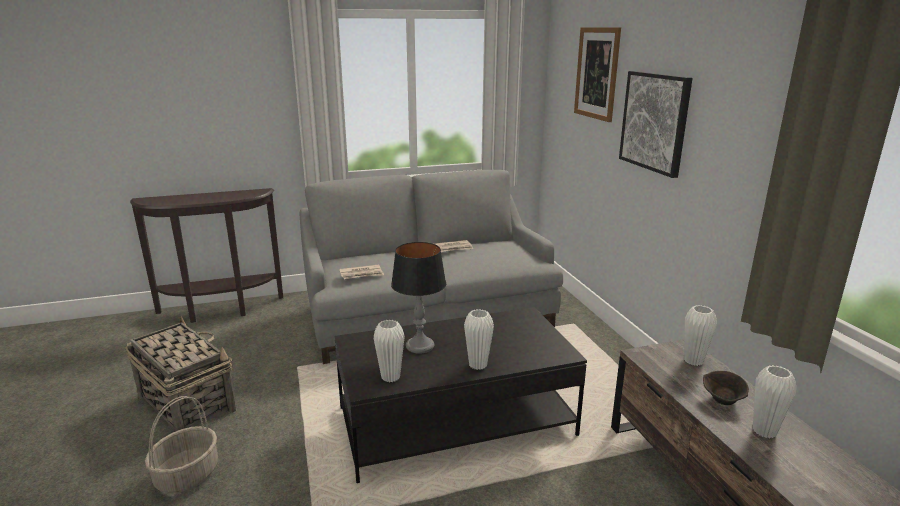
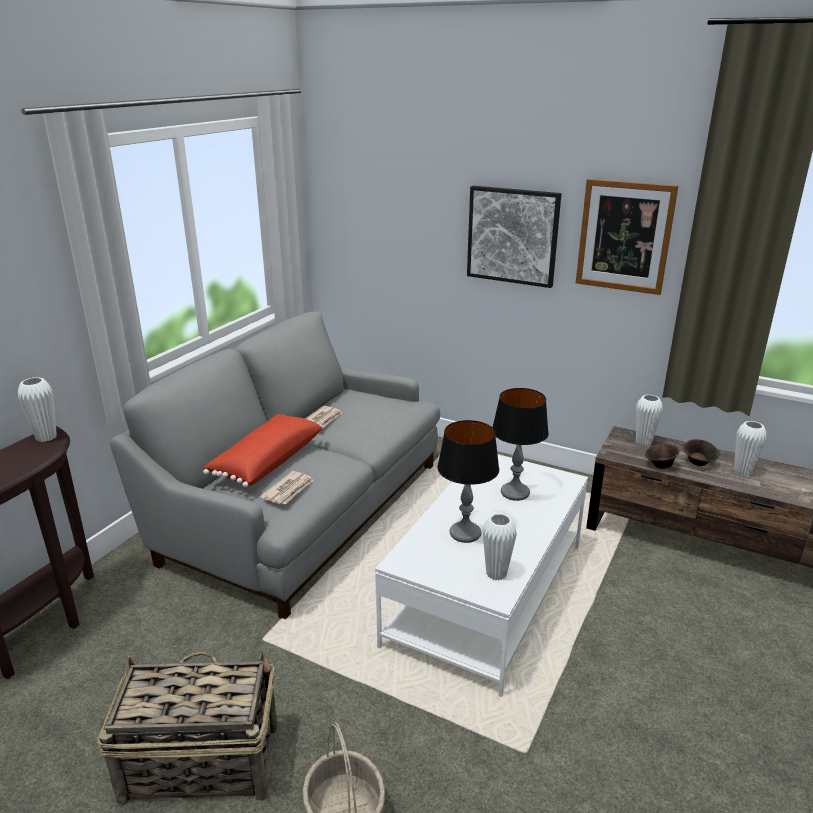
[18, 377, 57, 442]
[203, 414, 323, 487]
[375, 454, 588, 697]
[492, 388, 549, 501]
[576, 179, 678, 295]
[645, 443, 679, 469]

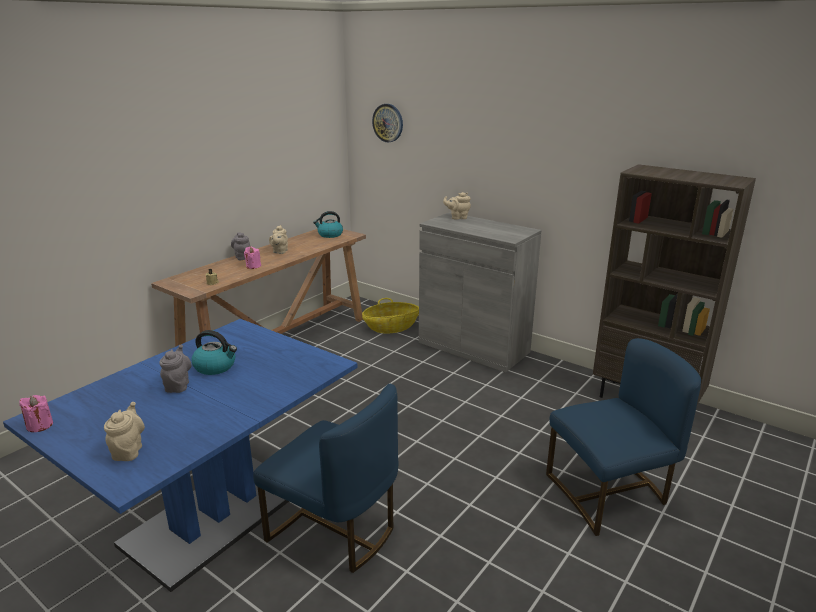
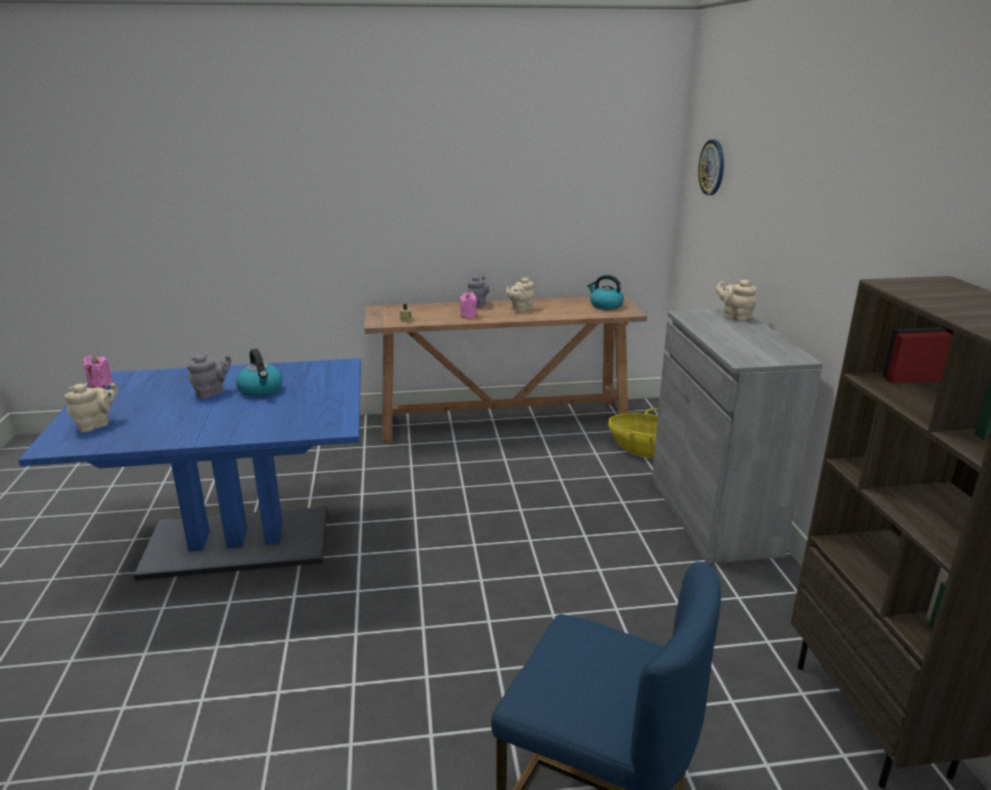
[253, 384, 398, 573] (first image)

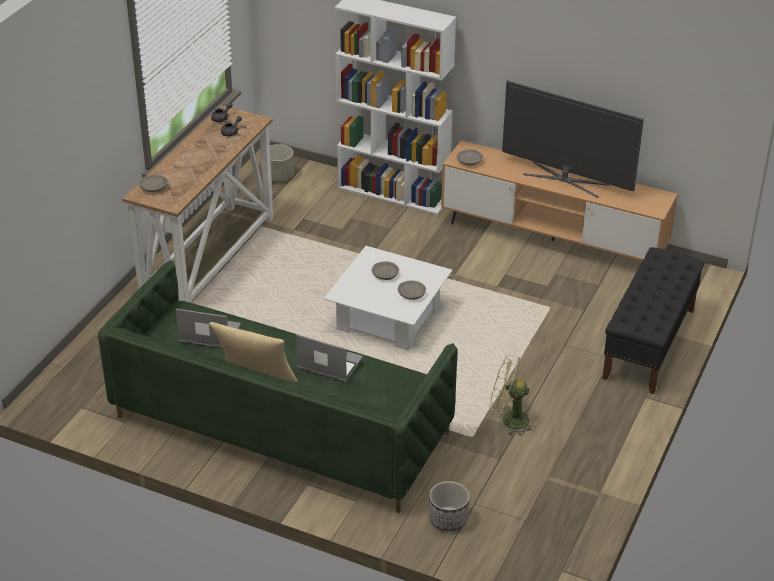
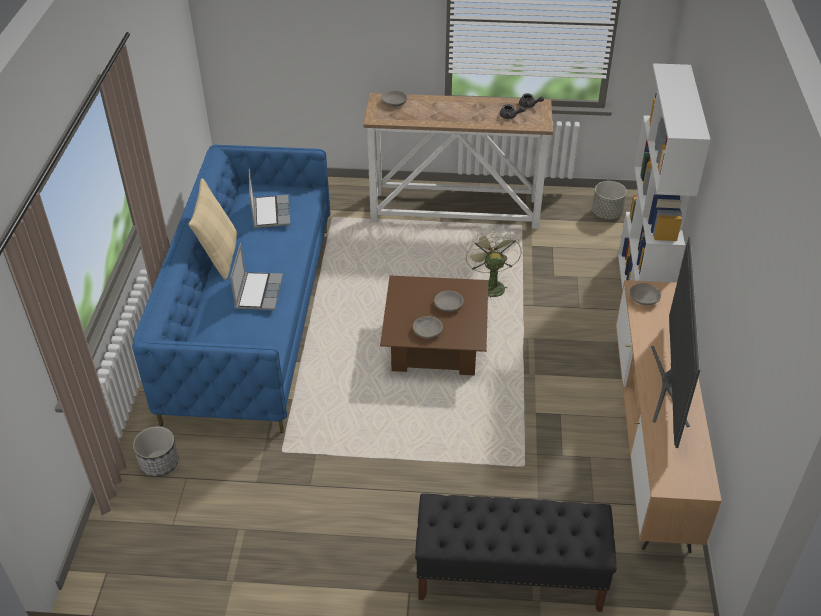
[132, 145, 331, 433]
[380, 275, 488, 375]
[466, 229, 521, 303]

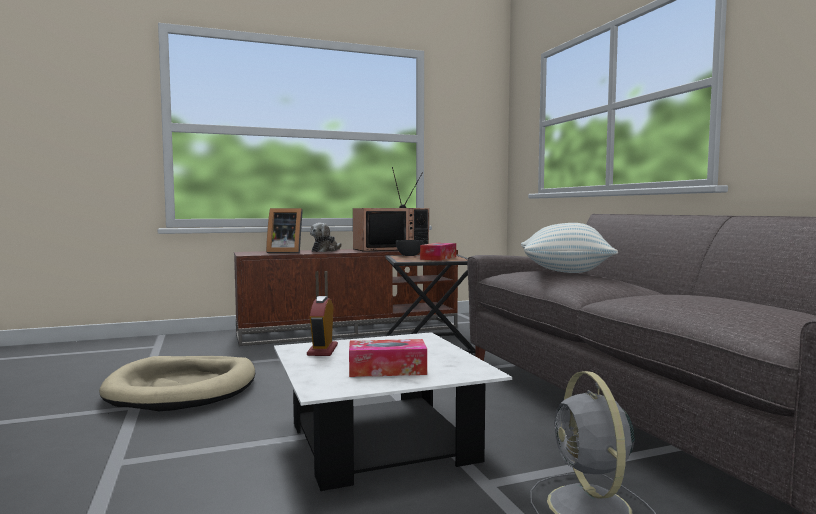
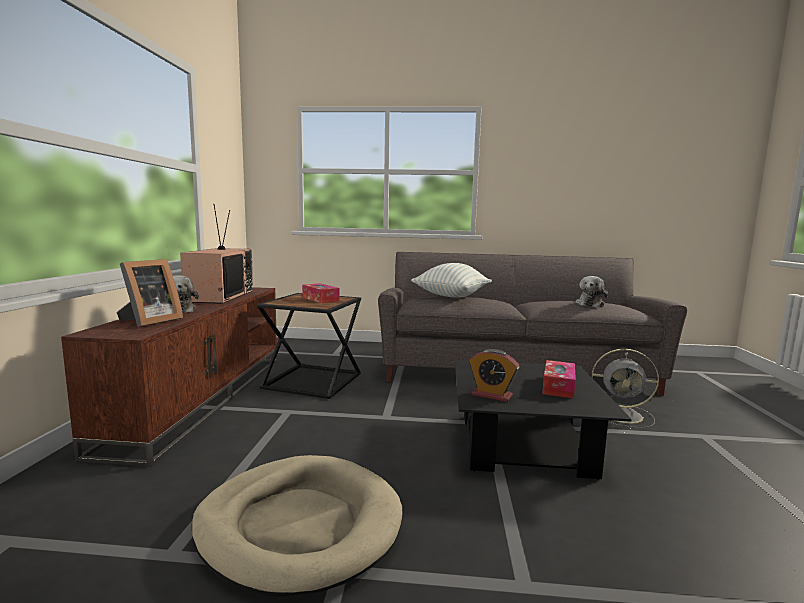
[455, 360, 632, 480]
[575, 276, 608, 307]
[396, 240, 424, 256] (first image)

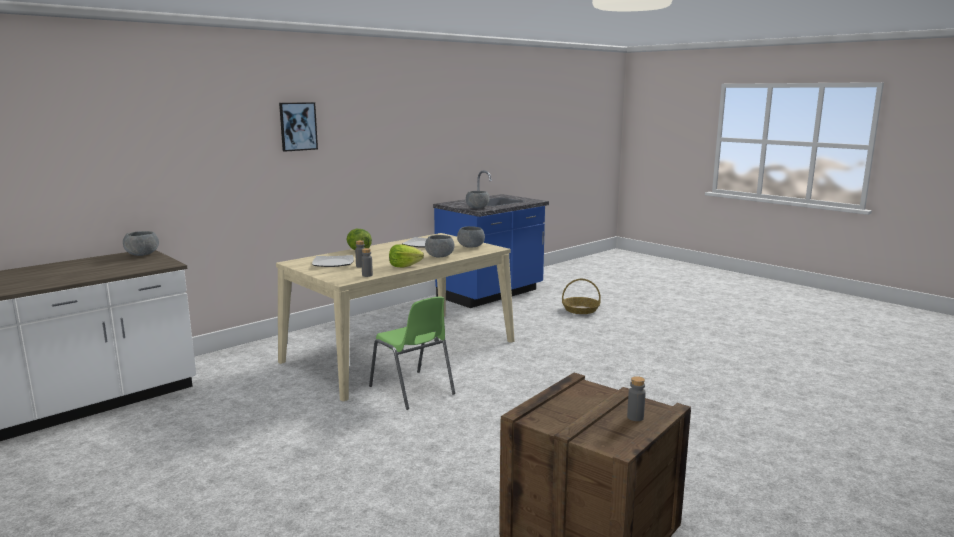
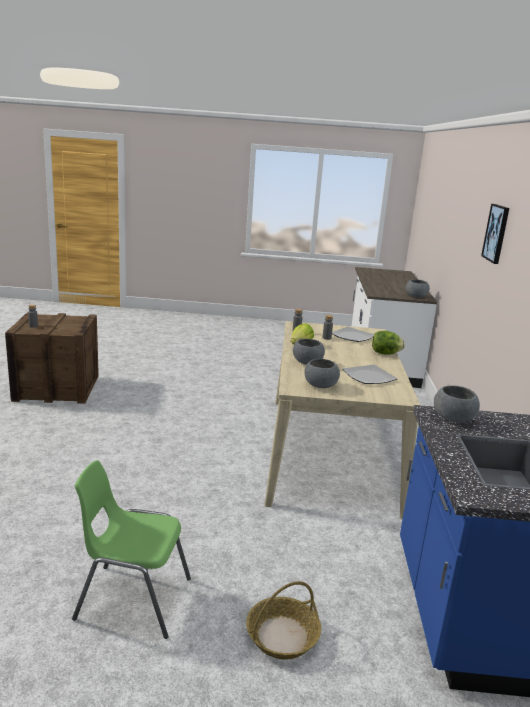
[72, 460, 191, 639]

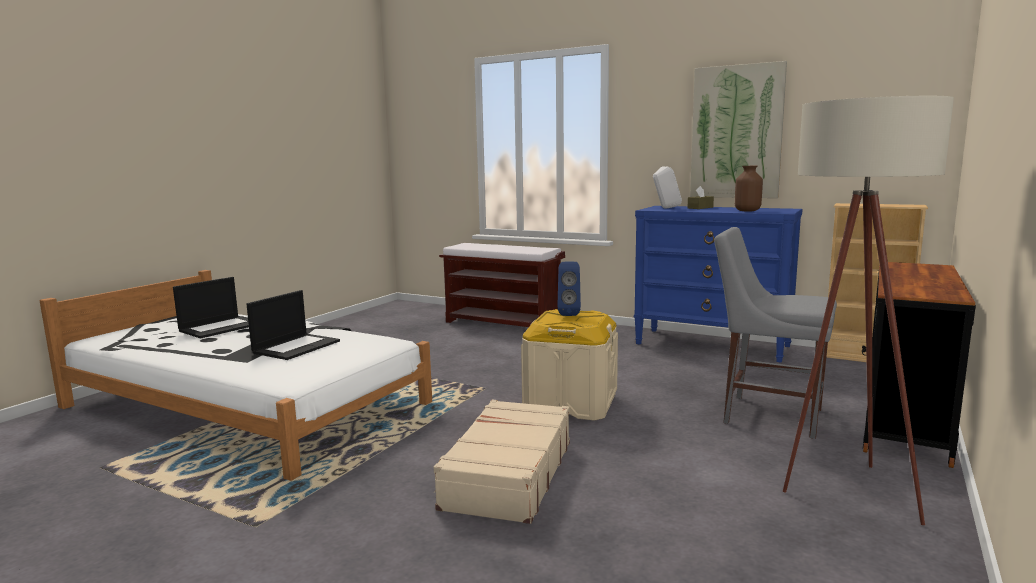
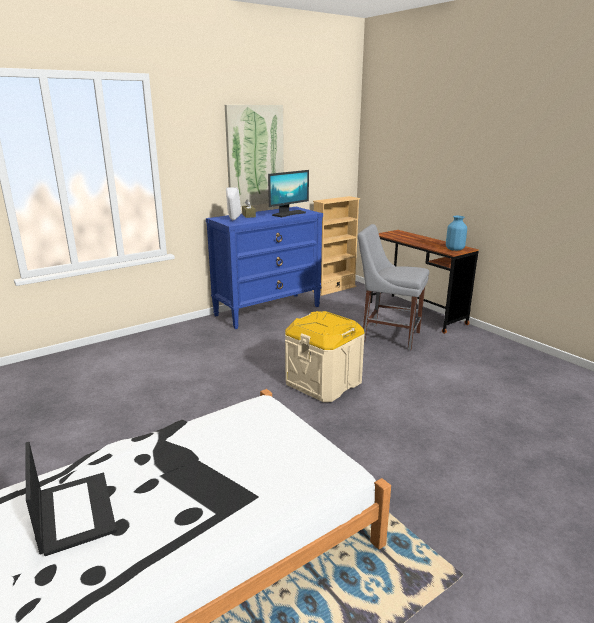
[268, 170, 309, 217]
[357, 224, 429, 351]
[446, 216, 467, 251]
[246, 290, 340, 360] (first image)
[434, 400, 570, 524] (first image)
[439, 243, 565, 327] (first image)
[557, 261, 581, 316] (first image)
[783, 96, 954, 525] (first image)

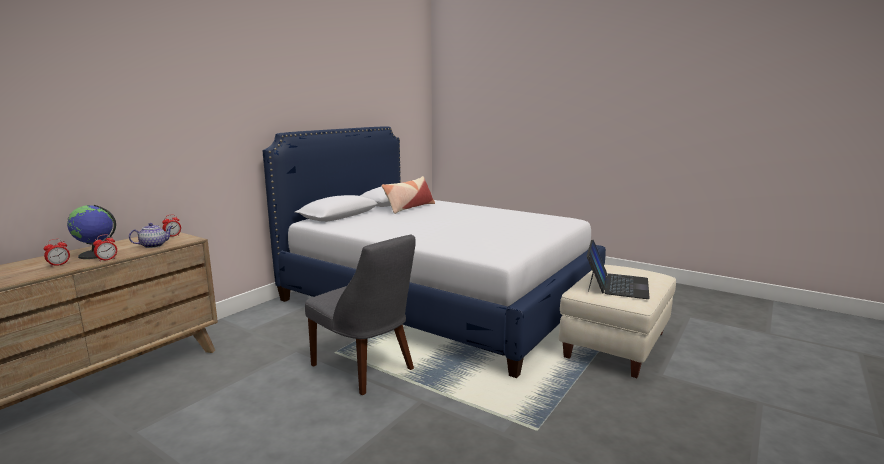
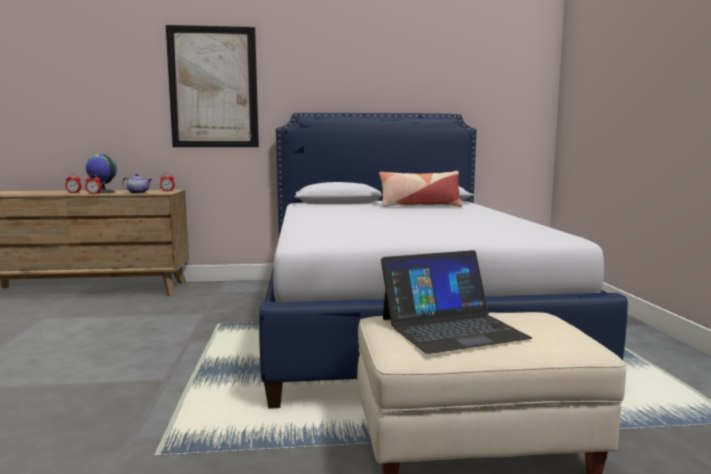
[166, 25, 259, 147]
[305, 235, 416, 395] (first image)

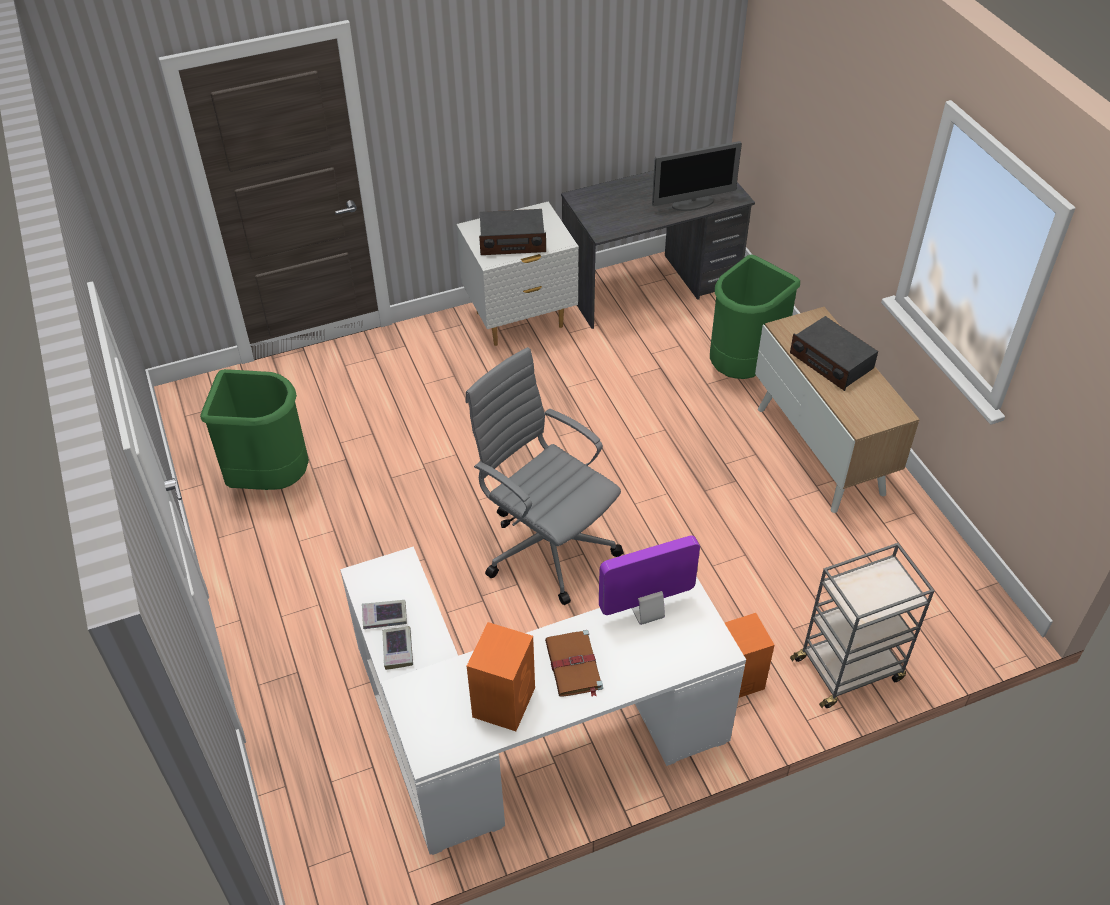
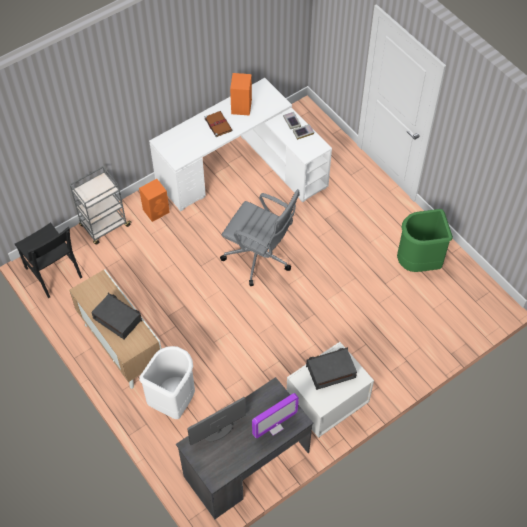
[14, 222, 82, 298]
[139, 346, 195, 419]
[252, 393, 299, 438]

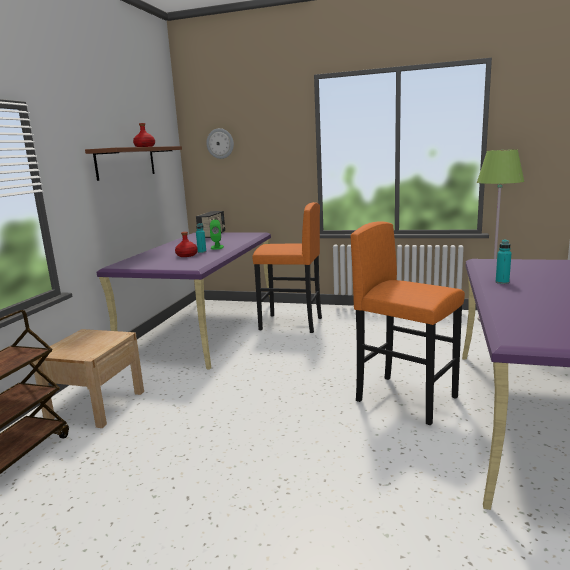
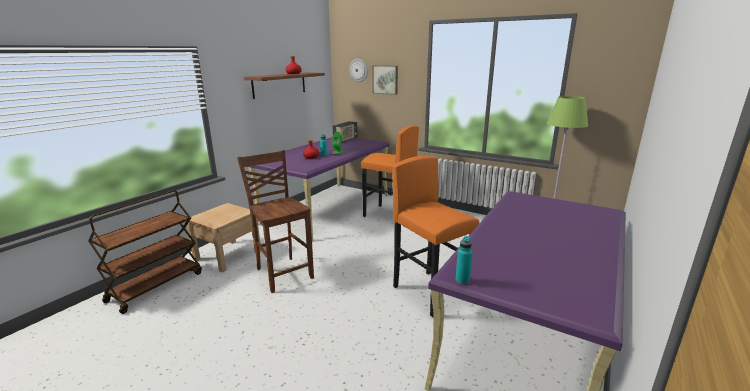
[237, 150, 314, 293]
[372, 65, 398, 95]
[456, 236, 472, 285]

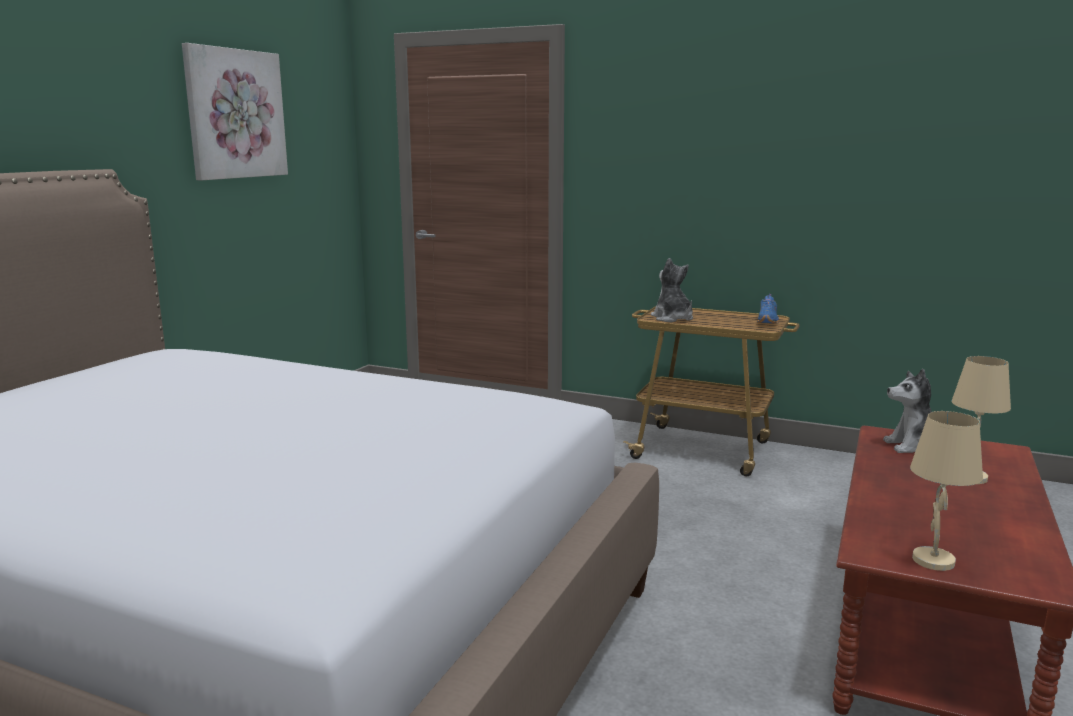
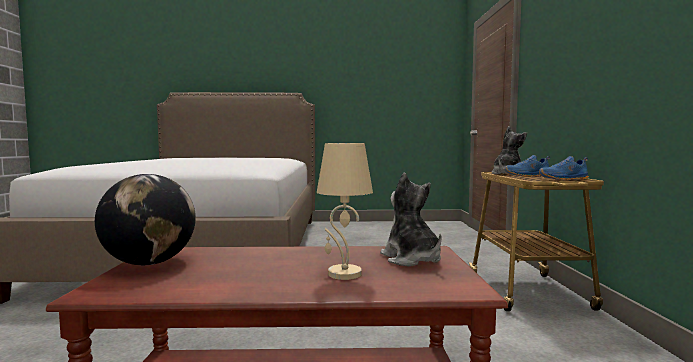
[95, 174, 196, 265]
[504, 155, 550, 177]
[182, 43, 288, 180] (first image)

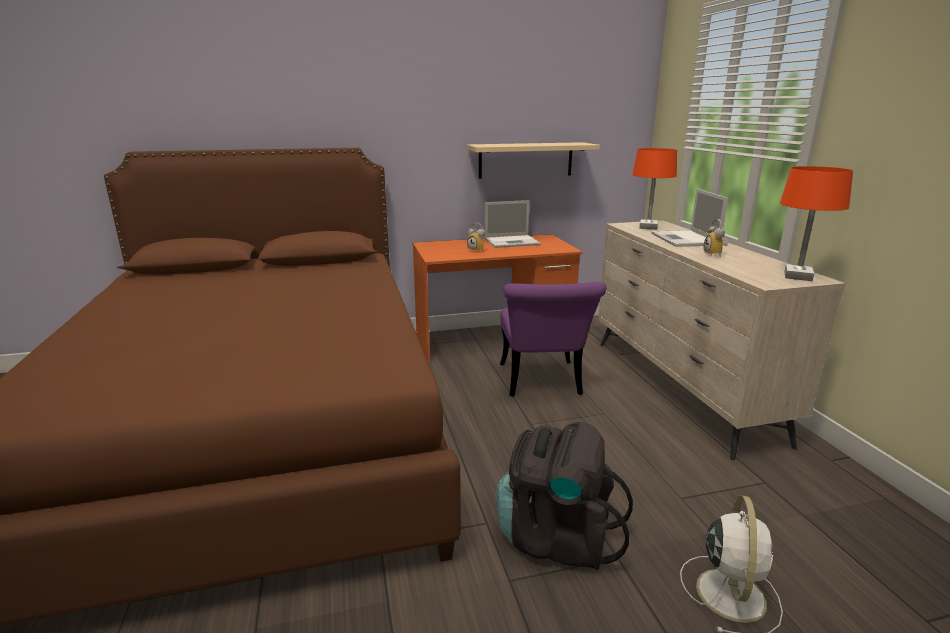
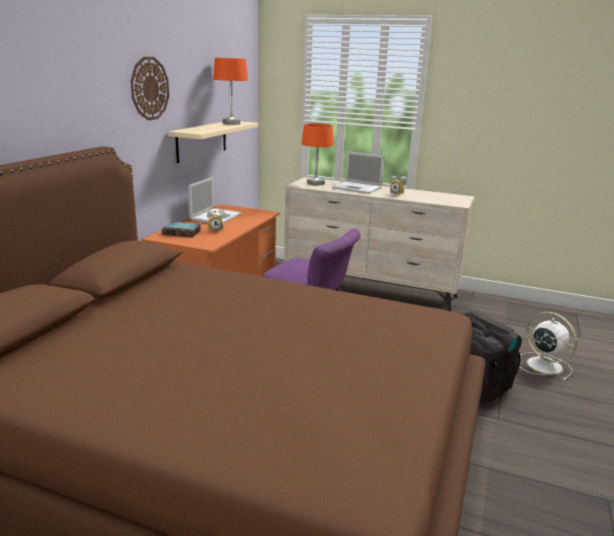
[131, 57, 169, 120]
[162, 222, 201, 237]
[213, 58, 248, 125]

